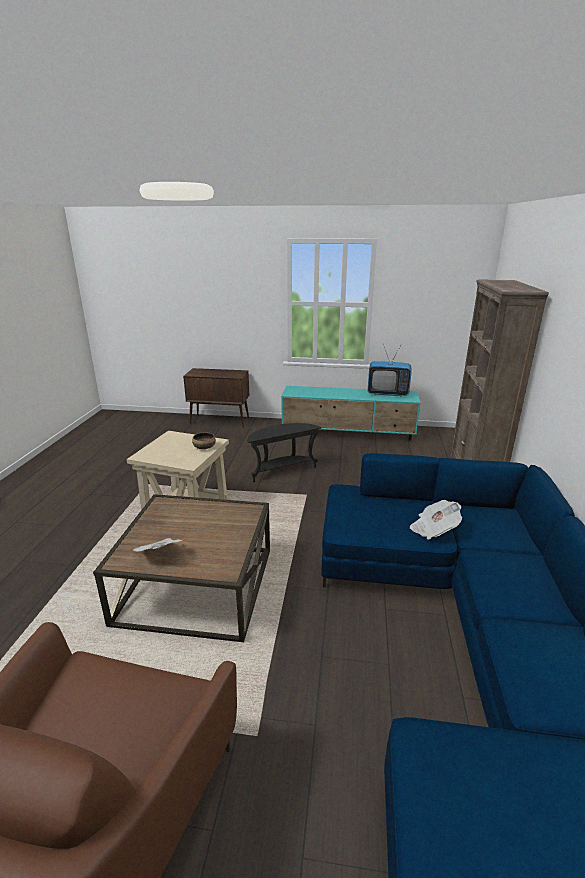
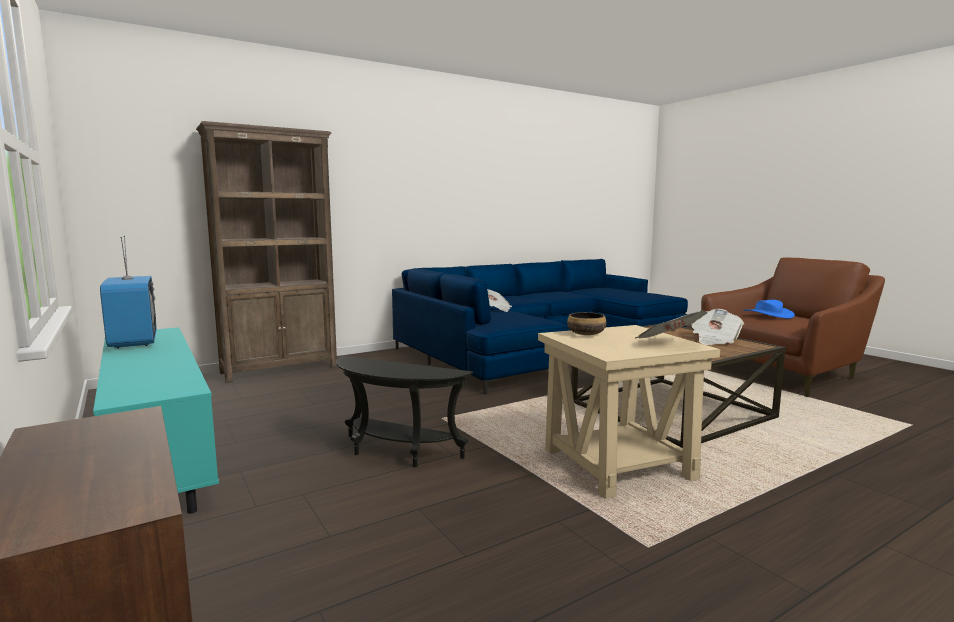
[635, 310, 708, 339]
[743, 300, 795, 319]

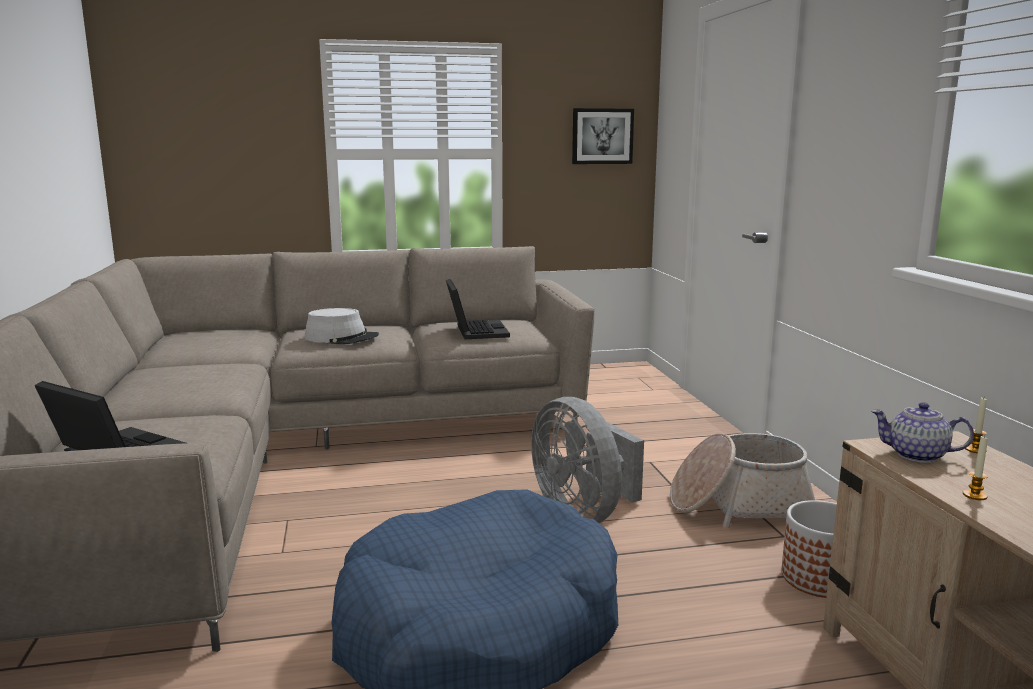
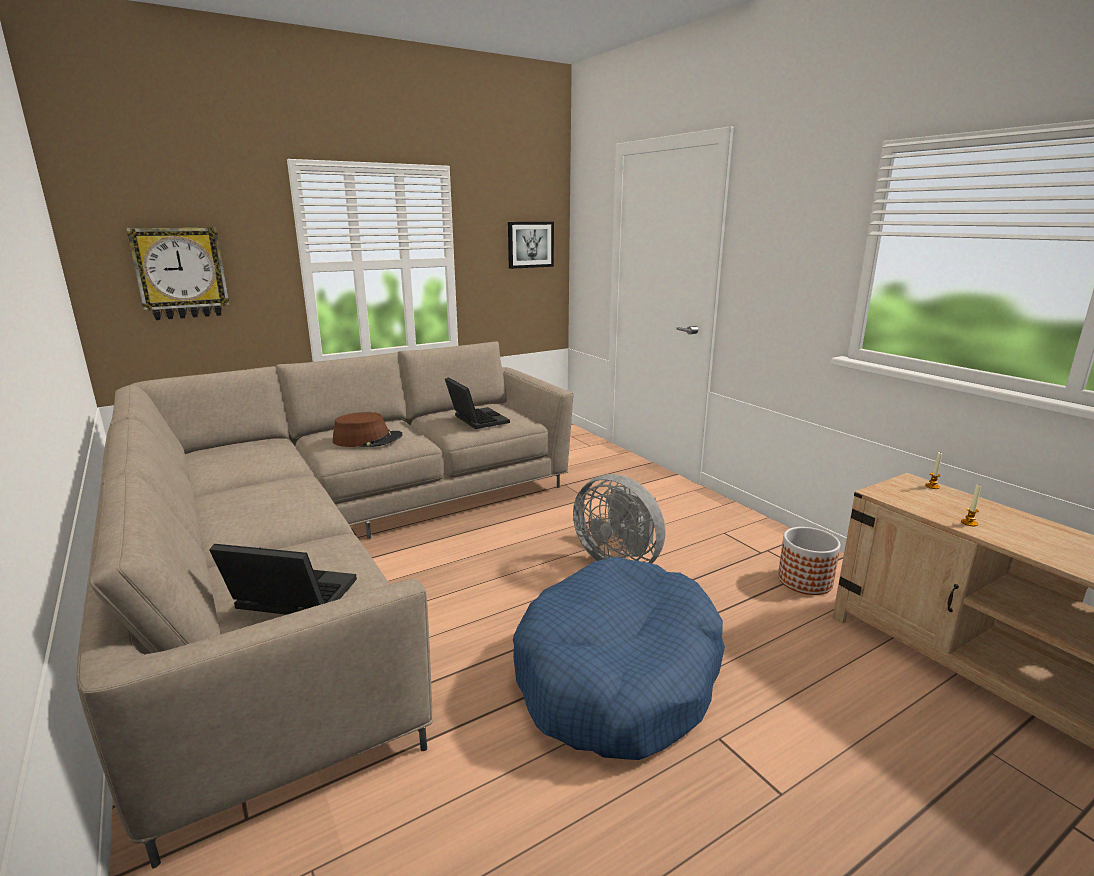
[126, 228, 229, 320]
[333, 412, 403, 447]
[670, 433, 815, 528] (first image)
[871, 402, 974, 463] (first image)

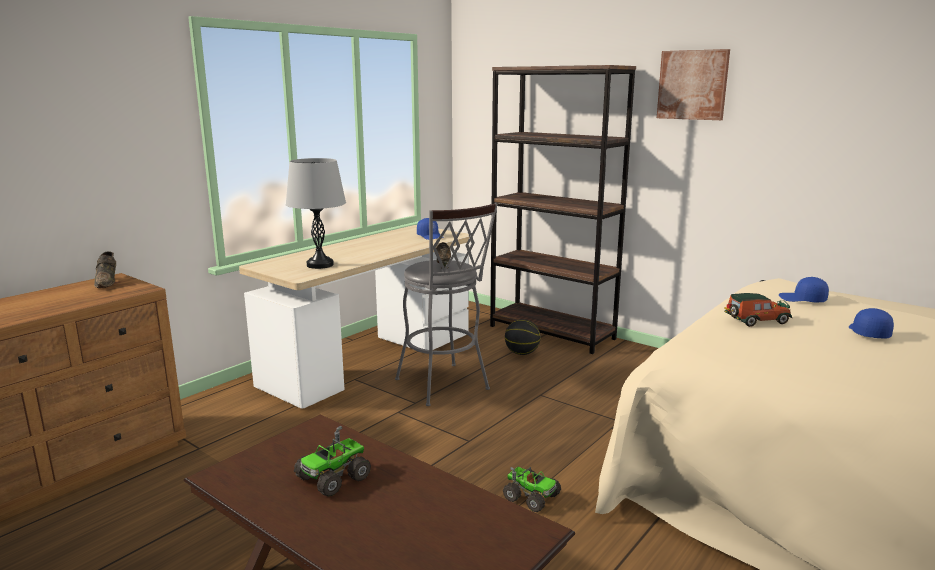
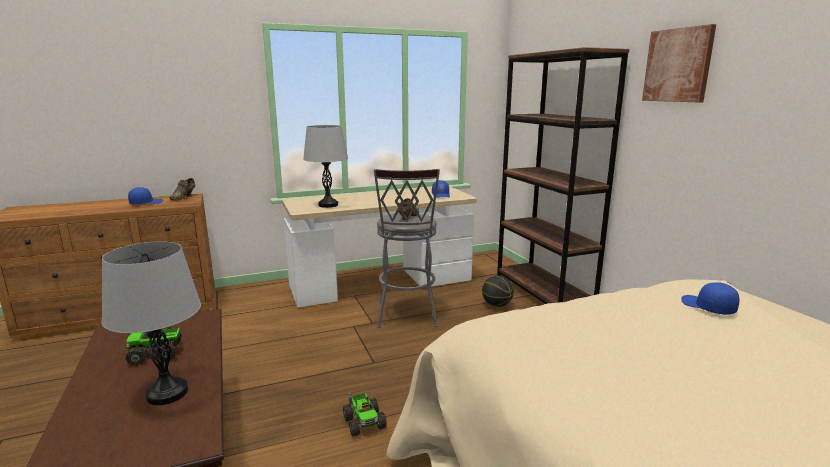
[102, 241, 201, 405]
[128, 187, 163, 204]
[724, 293, 792, 327] (first image)

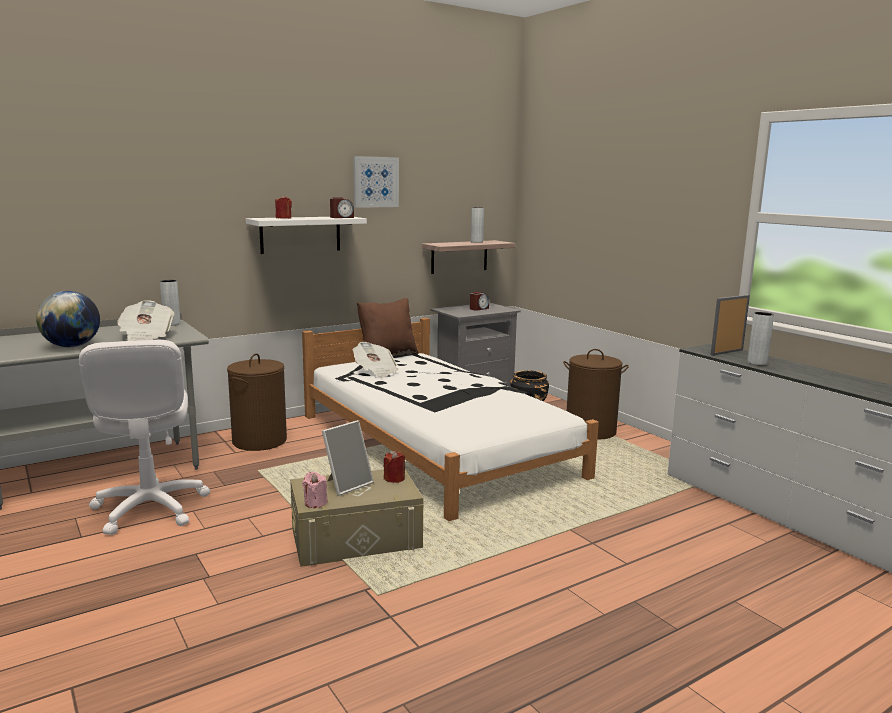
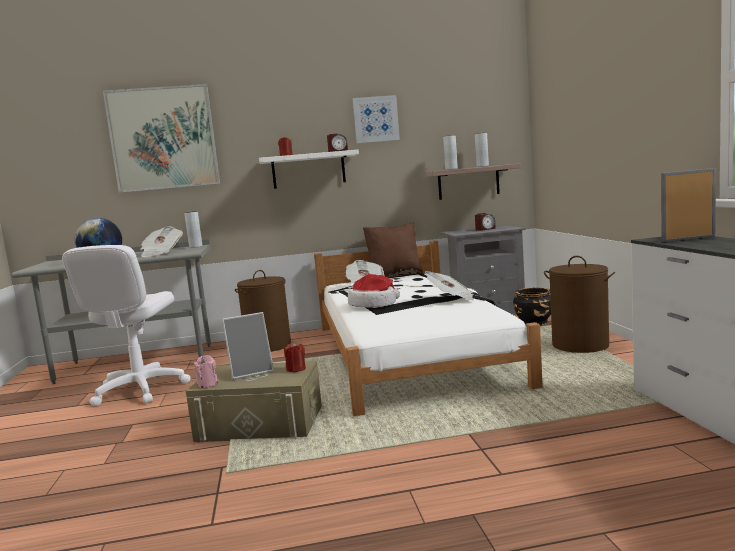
[103, 84, 220, 193]
[348, 274, 400, 307]
[425, 271, 474, 301]
[443, 135, 458, 170]

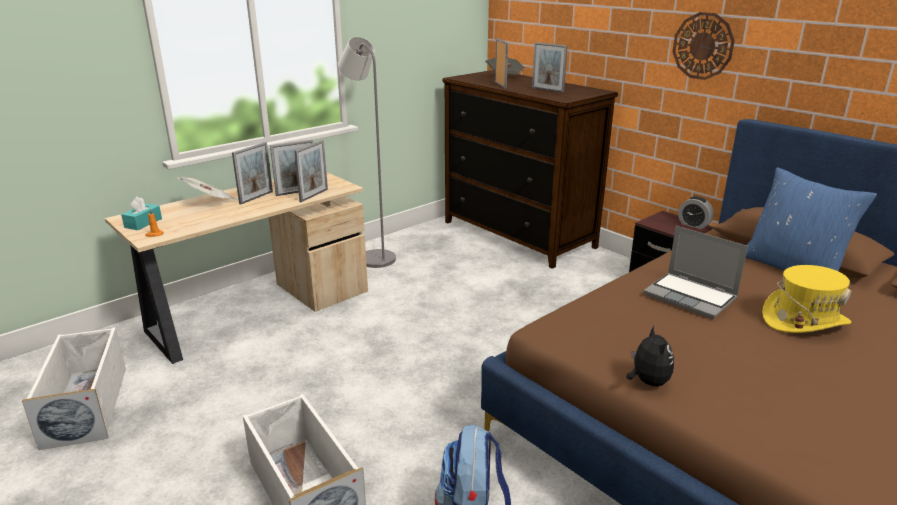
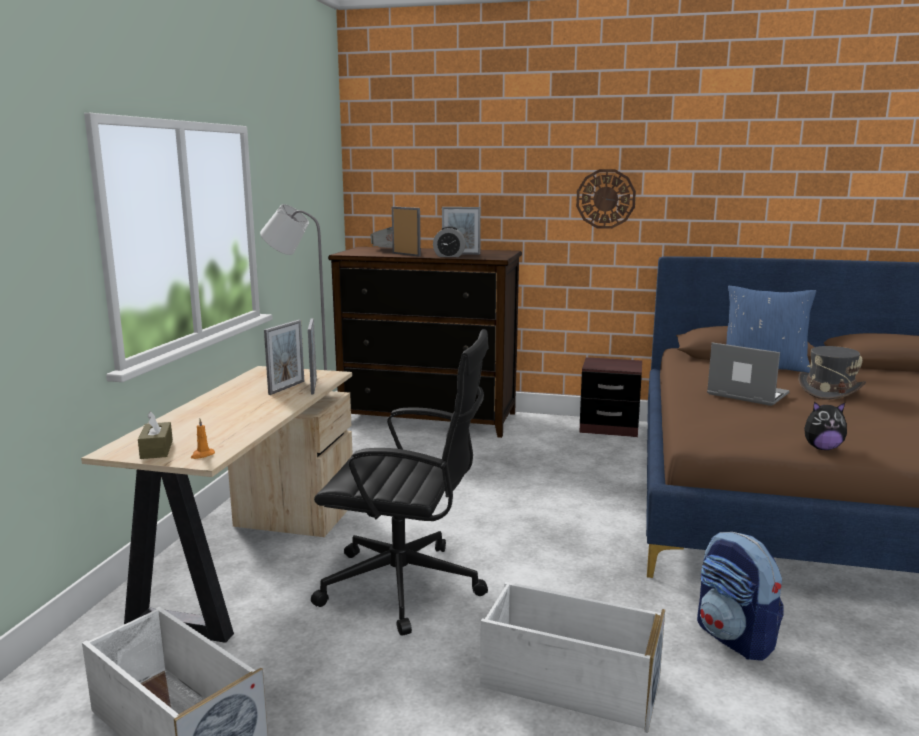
[138, 411, 173, 459]
[311, 329, 489, 636]
[433, 226, 466, 257]
[707, 343, 790, 406]
[798, 346, 866, 400]
[804, 401, 847, 450]
[178, 177, 239, 200] (first image)
[232, 142, 273, 204] (first image)

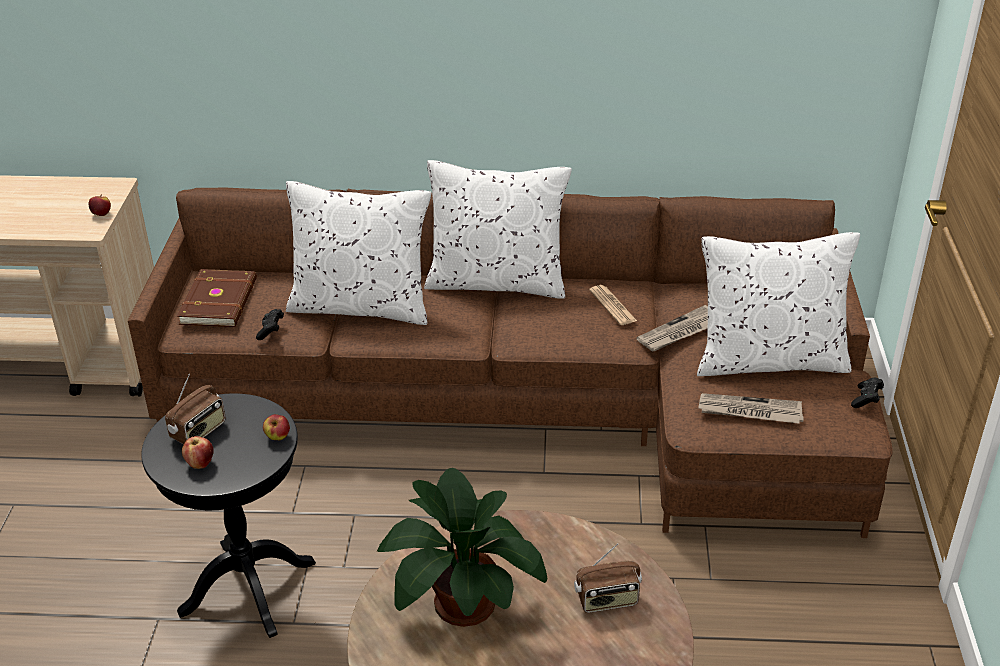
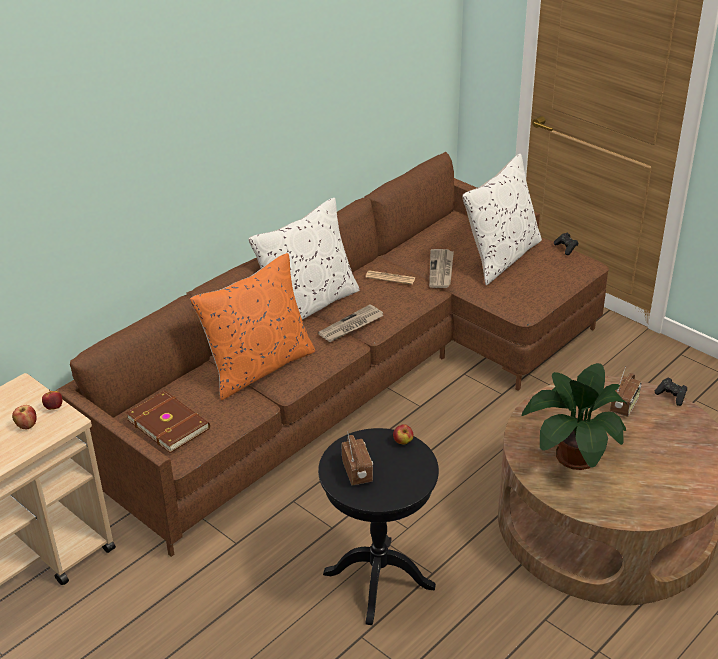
[12, 405, 37, 430]
[190, 253, 315, 400]
[318, 304, 384, 342]
[655, 377, 687, 406]

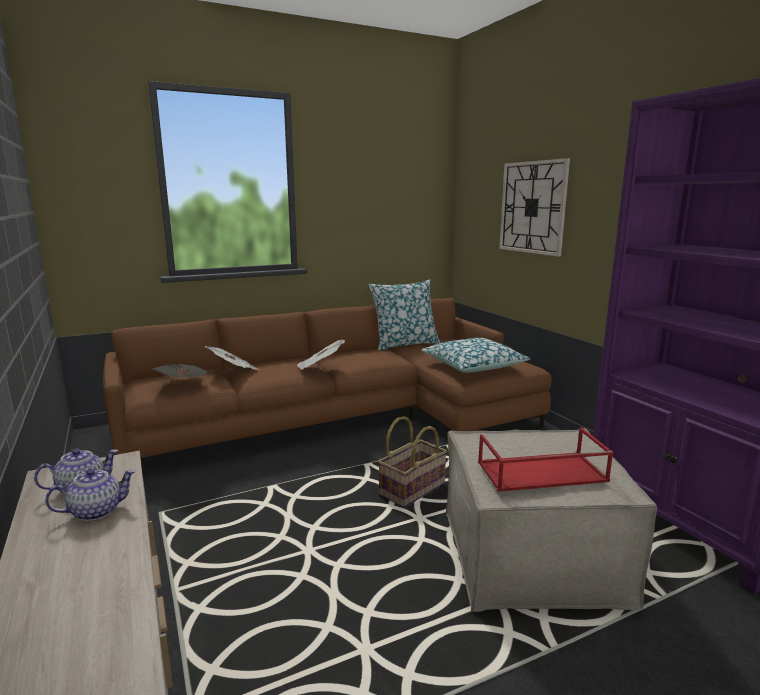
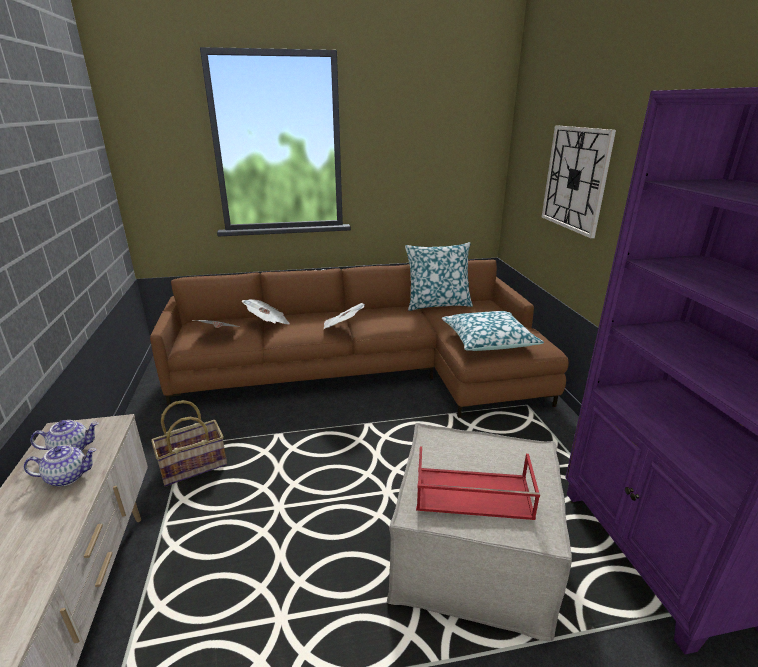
[151, 400, 227, 487]

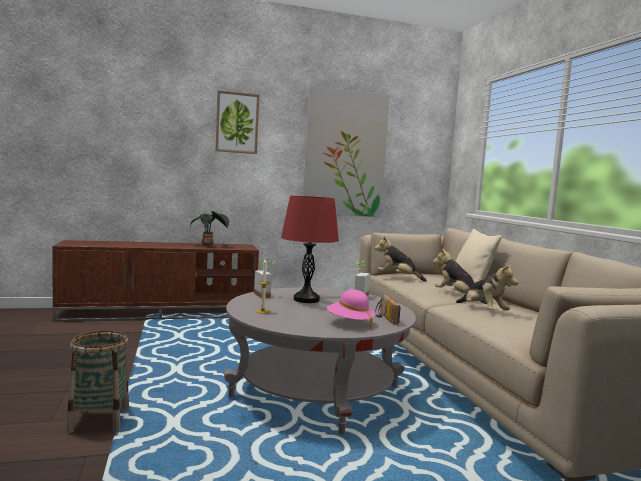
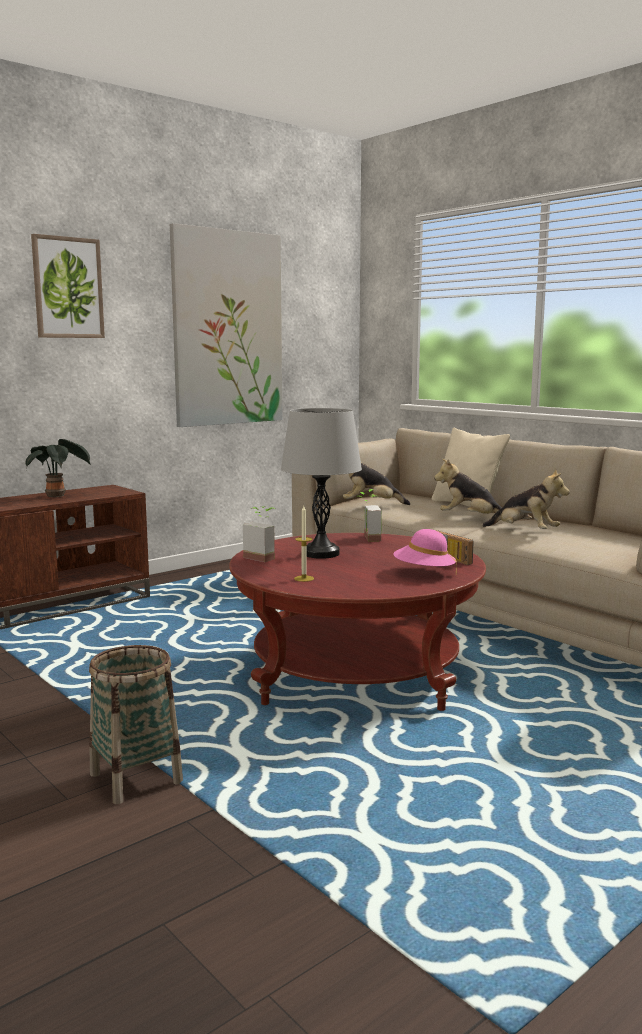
[229, 533, 486, 711]
[281, 408, 362, 559]

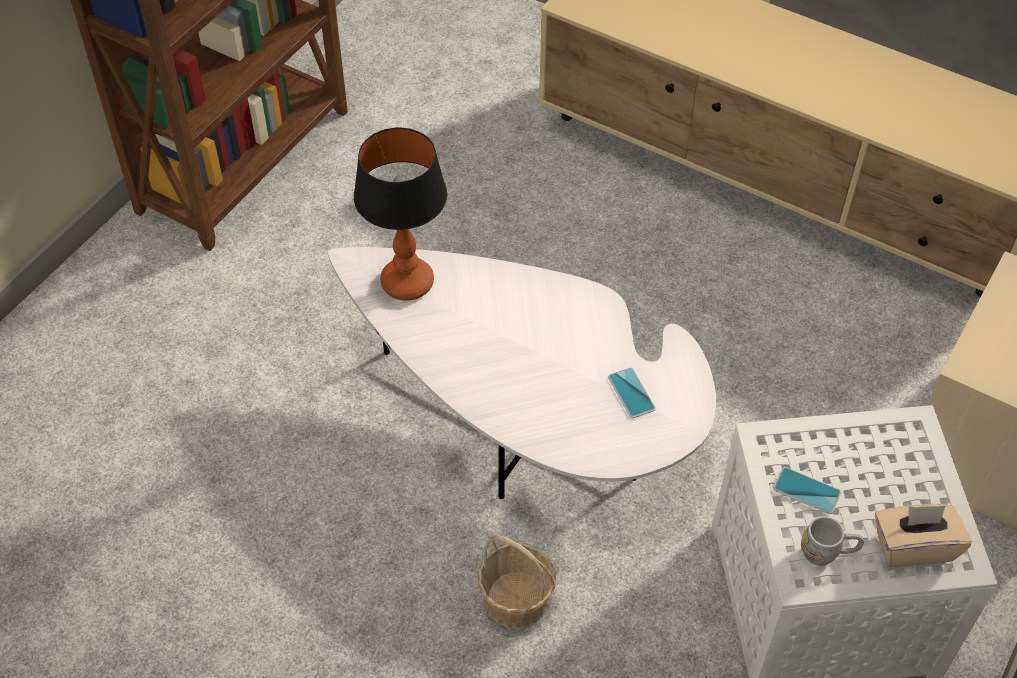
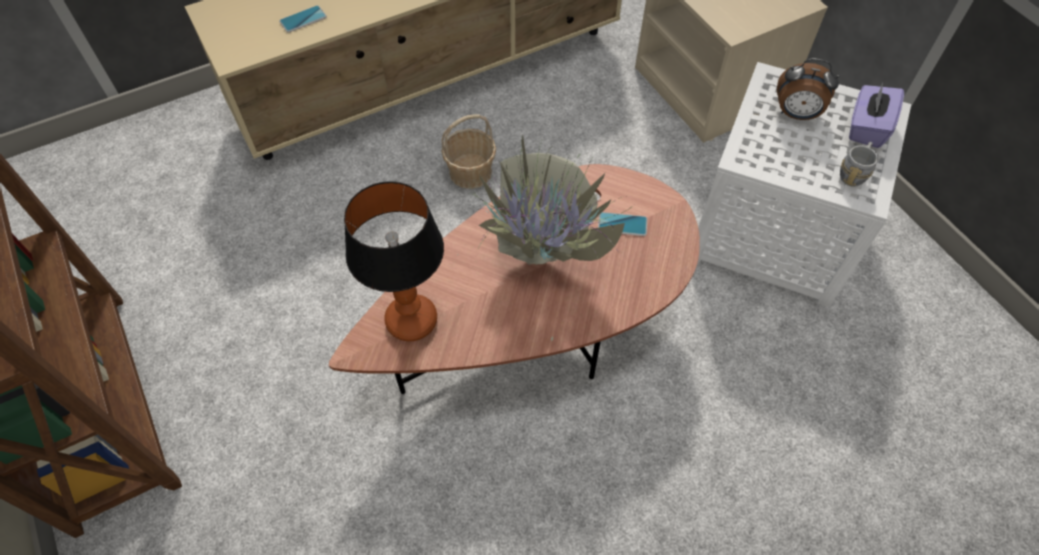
[279, 5, 327, 33]
[329, 164, 700, 394]
[441, 114, 496, 189]
[458, 135, 634, 341]
[777, 58, 839, 120]
[849, 82, 904, 148]

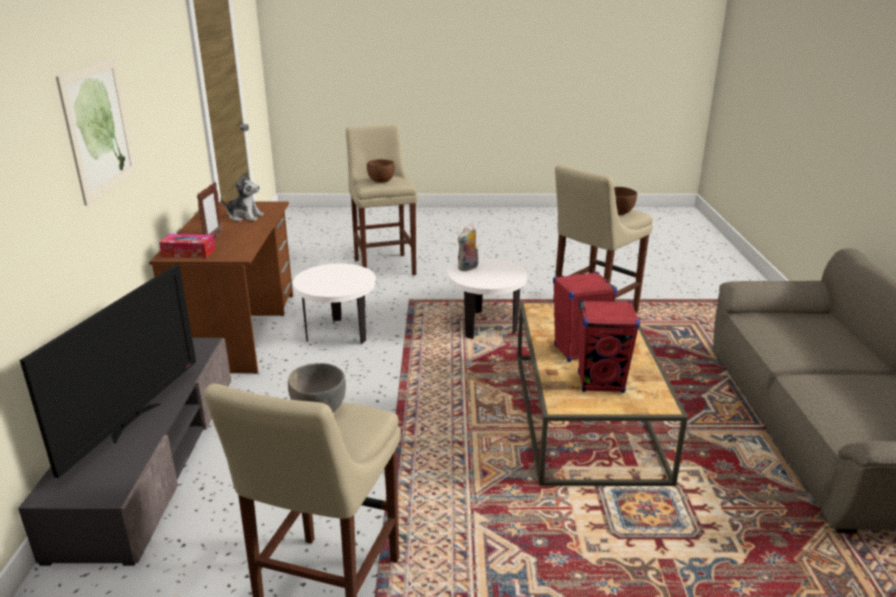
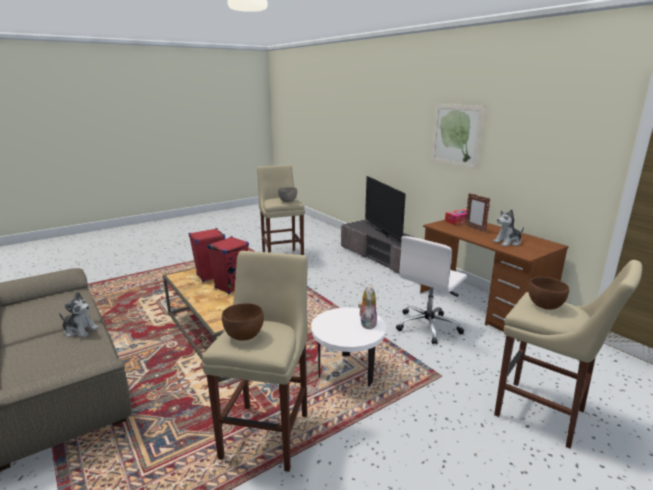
[59, 292, 99, 337]
[396, 236, 467, 344]

